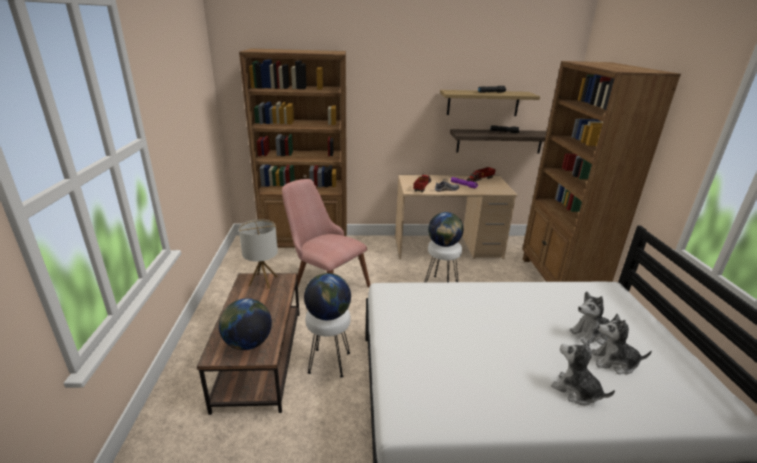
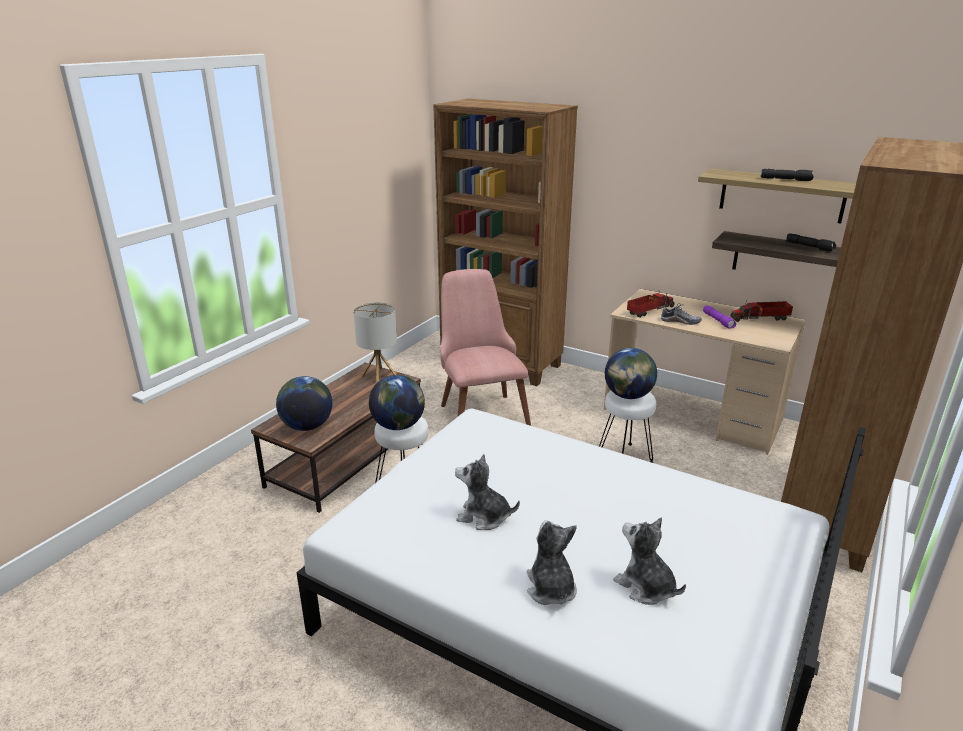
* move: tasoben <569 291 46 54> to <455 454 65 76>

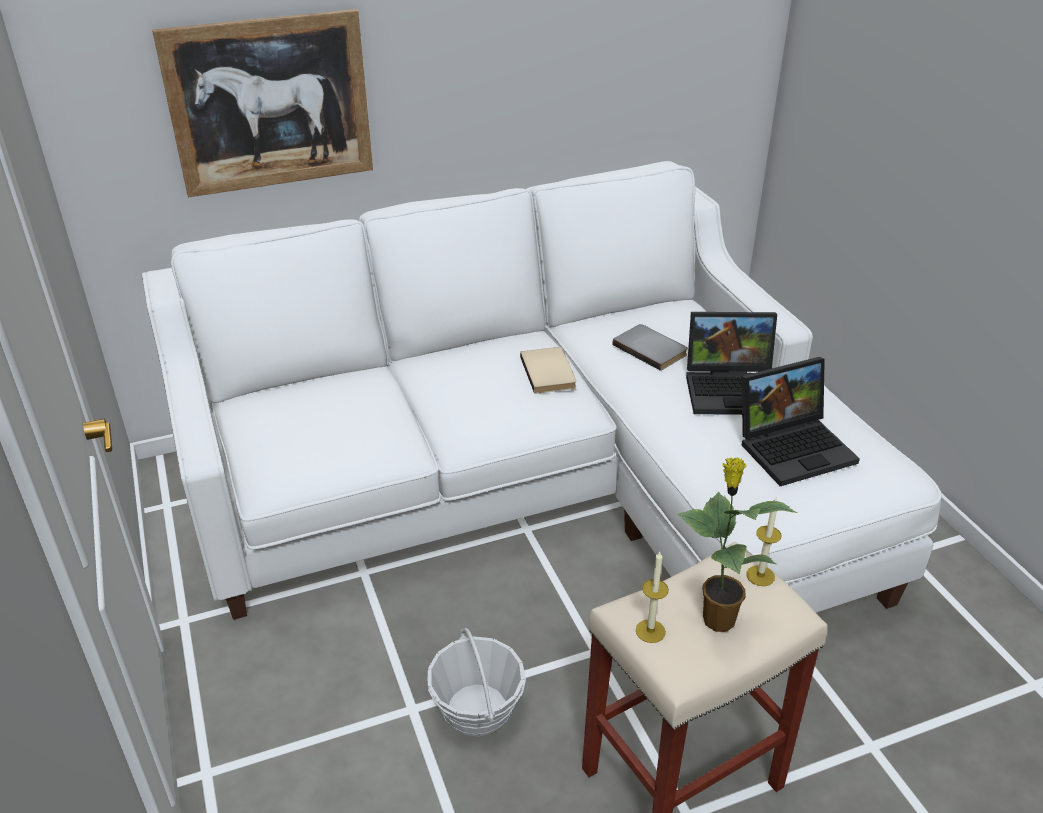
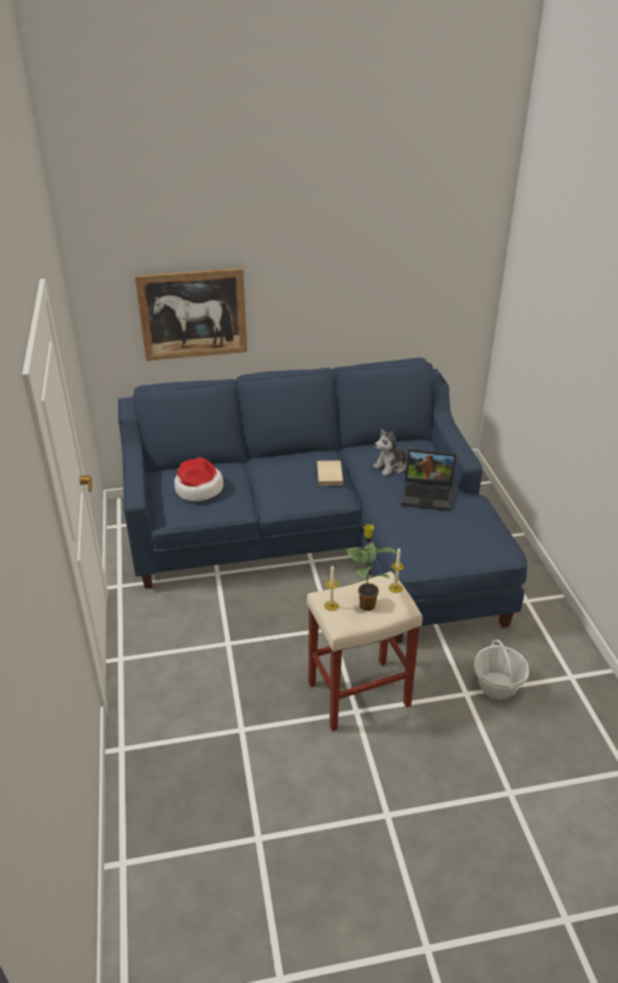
* recolor: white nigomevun <142 161 800 459> to blue nigomevun <118 358 409 285>
* move: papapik <427 628 99 109> to <474 639 55 61>
* replace: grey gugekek <613 324 75 47> to tasoben <373 429 38 47>
* delete: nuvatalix <742 357 118 129>
* insert: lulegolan <174 458 50 44>

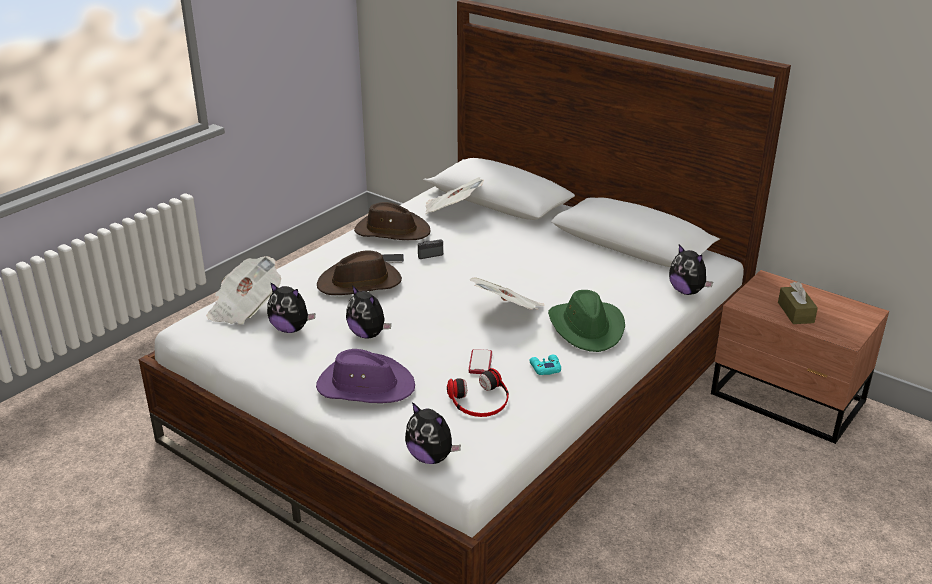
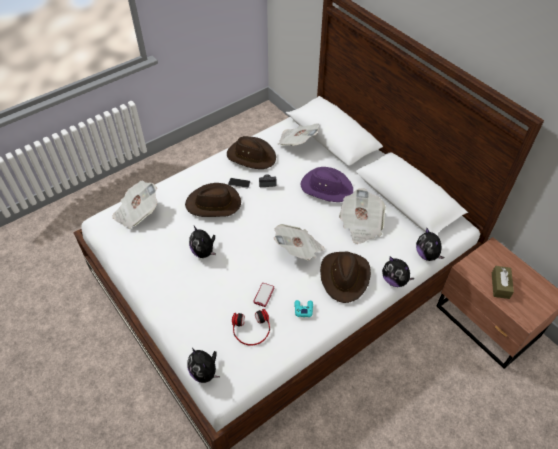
* move: tasoben <267 282 48 51> to <382 256 32 31>
* move: purple lulegolan <316 349 99 54> to <301 167 52 35>
* recolor: green lulegolan <548 290 77 62> to brown lulegolan <320 252 51 51>
* insert: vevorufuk <339 188 47 56>

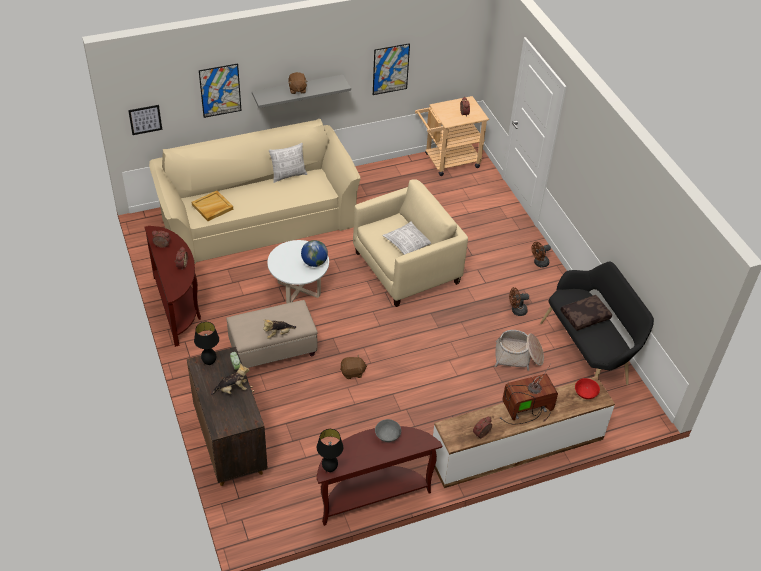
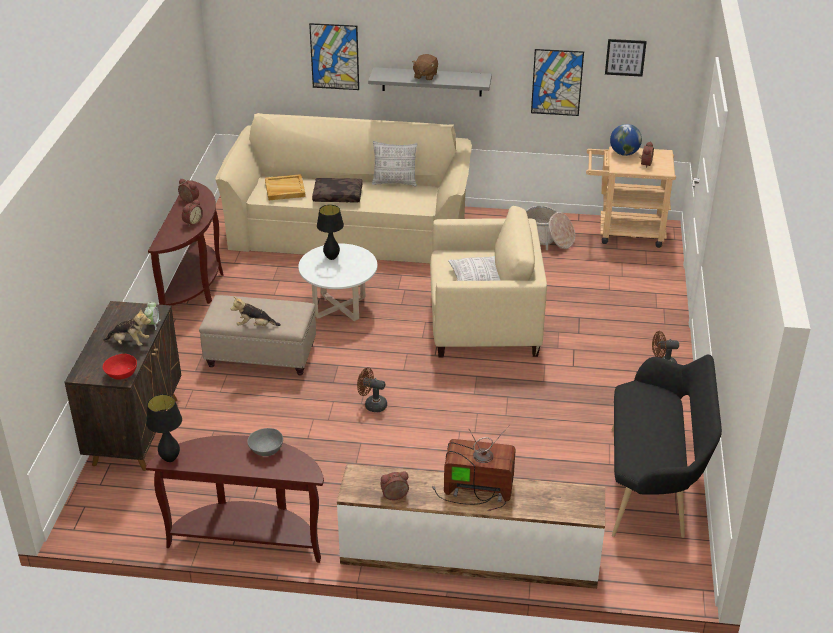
* move: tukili <128 105 34 30> to <605 39 42 38>
* move: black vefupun <194 322 25 43> to <317 205 27 55>
* move: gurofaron <301 240 27 27> to <610 124 32 32>
* delete: brown tasoben <340 354 27 25>
* move: papapik <495 330 49 41> to <526 206 49 44>
* move: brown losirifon <509 287 20 29> to <357 367 30 45>
* move: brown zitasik <561 295 51 36> to <312 178 51 25>
* move: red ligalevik <575 378 25 21> to <103 354 34 26>

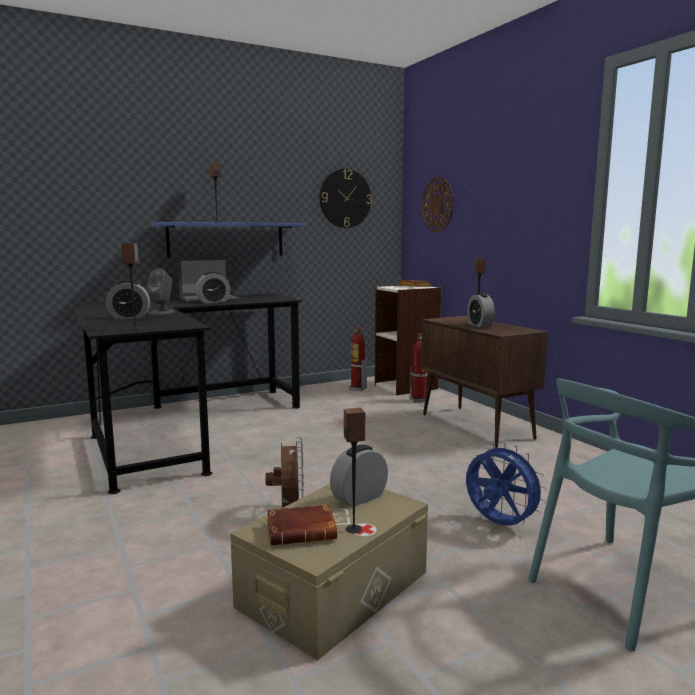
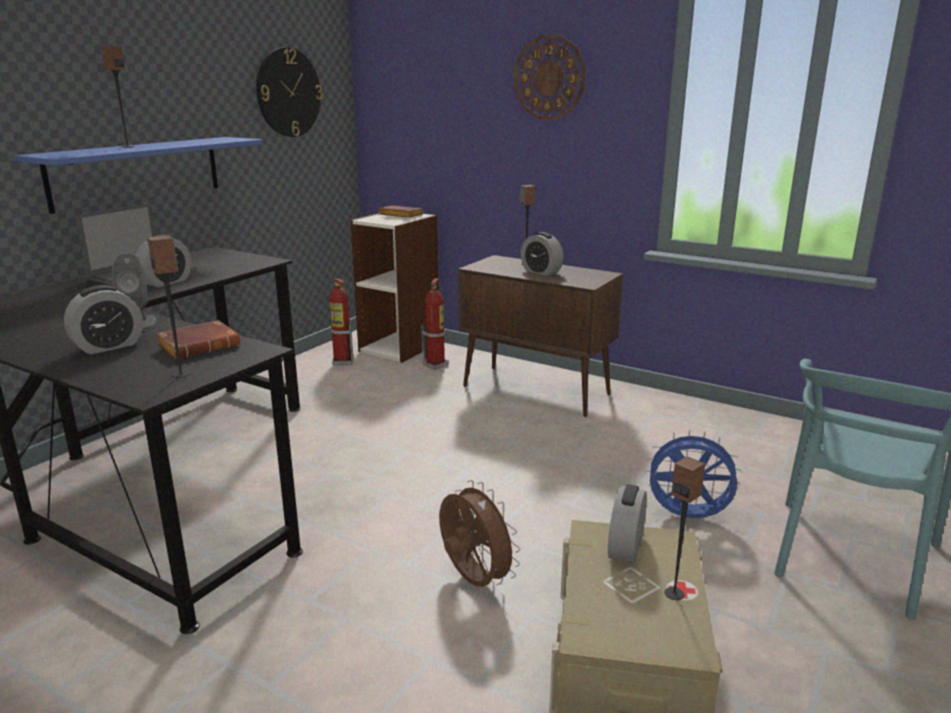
* move: brown gugekek <267 504 70 42> to <156 320 84 40>
* move: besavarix <421 177 33 55> to <514 35 72 85>

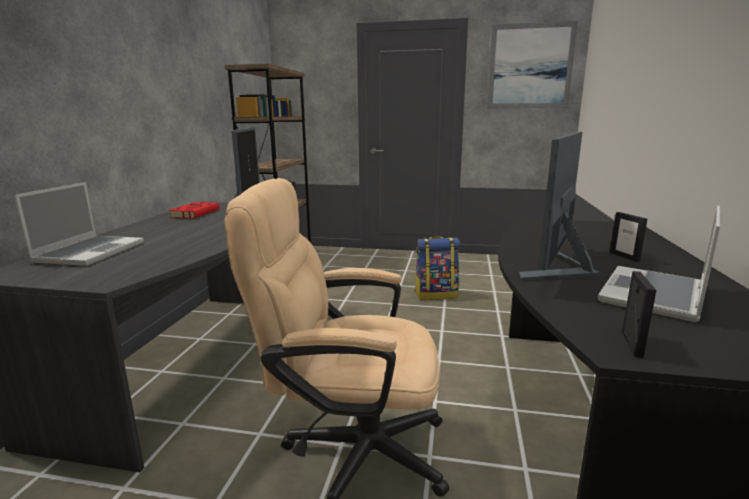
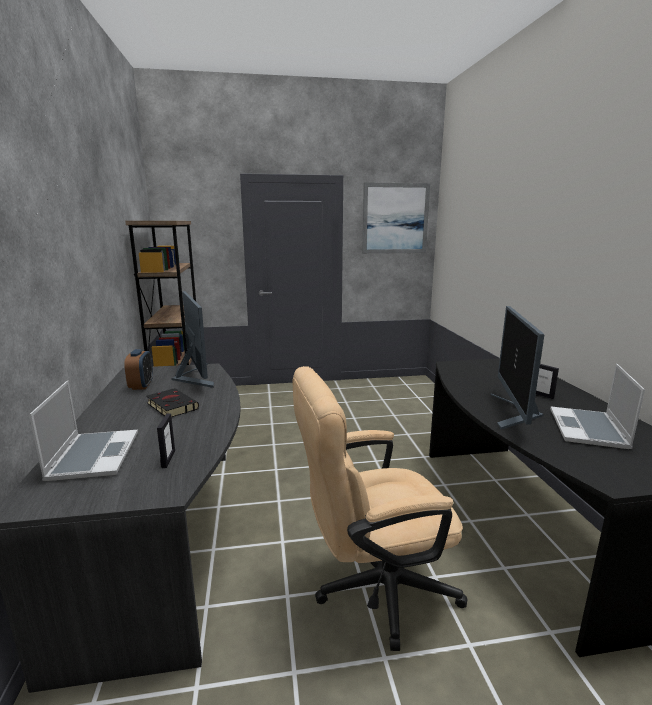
* replace: red gugekek <168 202 52 17> to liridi <124 349 29 41>
* delete: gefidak <414 236 46 64>
* move: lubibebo <622 271 34 87> to <157 413 18 55>
* insert: black gugekek <146 388 53 29>

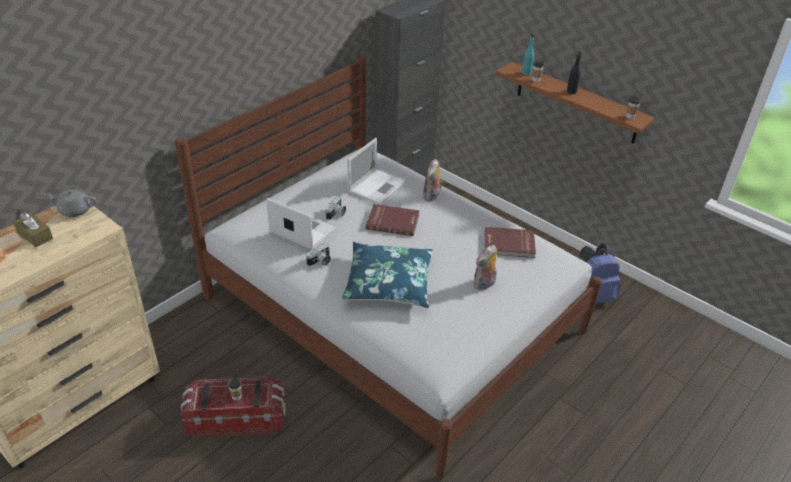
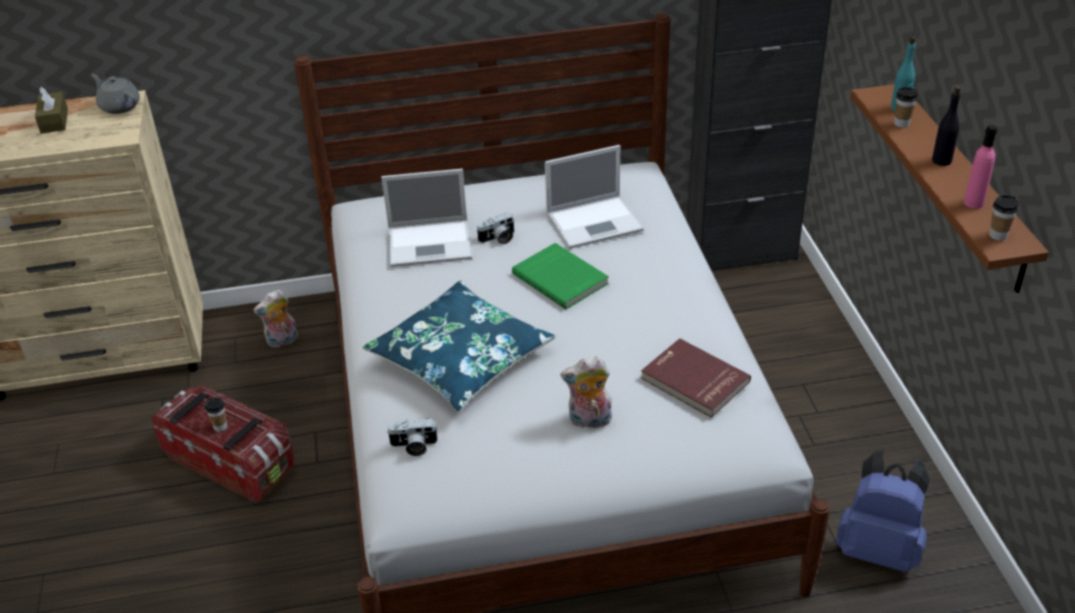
* rotate: nuvatalix <266 198 71 52> = <381 169 91 98> 105 degrees clockwise
* move: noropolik <306 243 25 23> to <386 418 52 38>
* recolor: red gugekek <366 204 54 32> to green gugekek <512 243 97 67>
* move: tasoben <423 159 20 43> to <253 289 45 59>
* insert: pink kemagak <964 125 33 84>

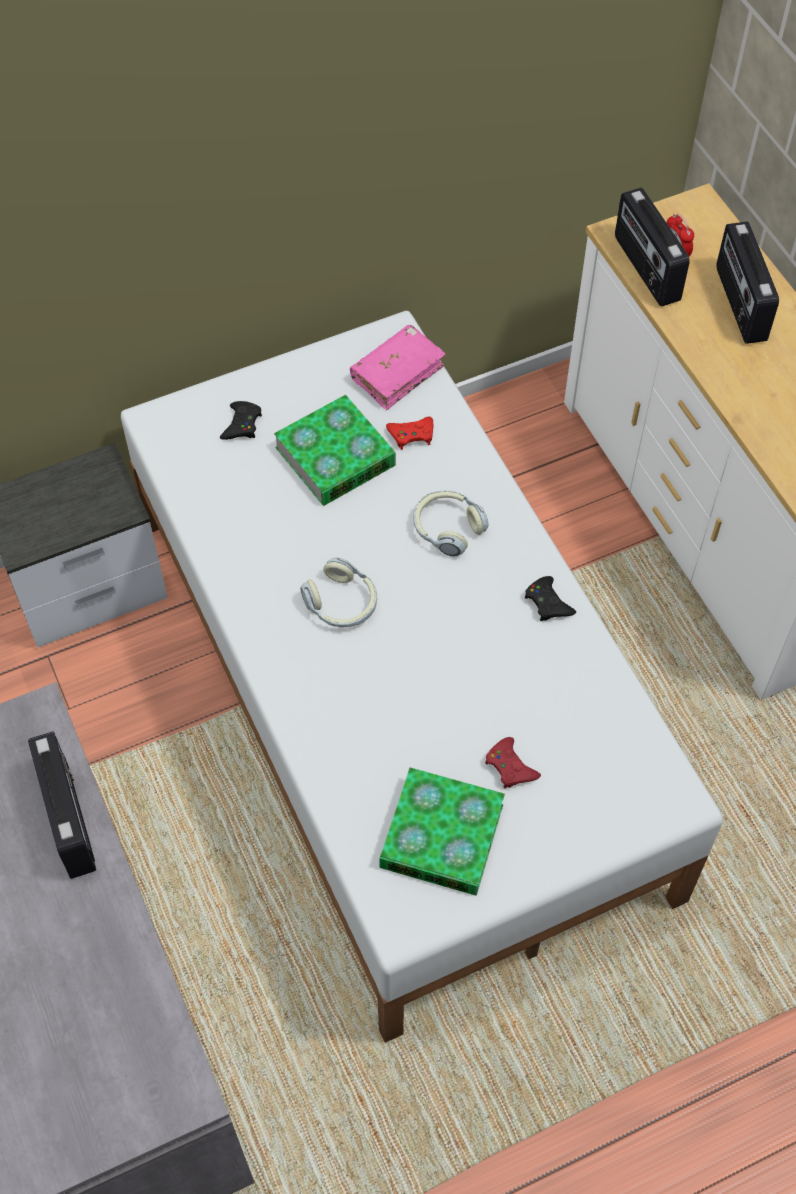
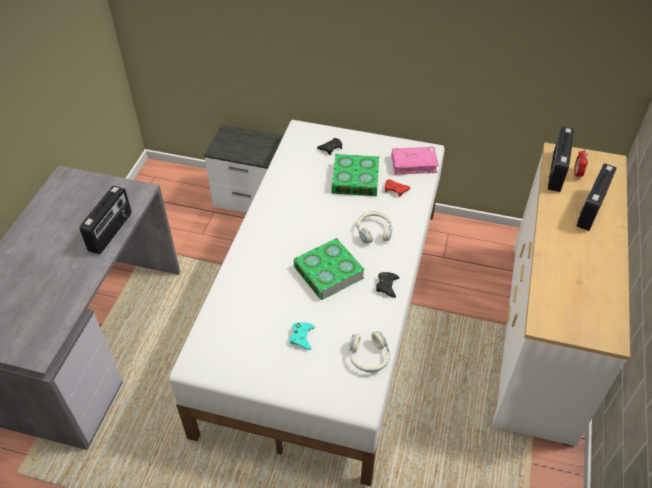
* move: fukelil <300 558 77 69> to <349 331 41 42>
* move: gugekek <379 767 126 129> to <294 238 71 62>
* recolor: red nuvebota <485 737 56 52> to turquoise nuvebota <290 322 25 28>

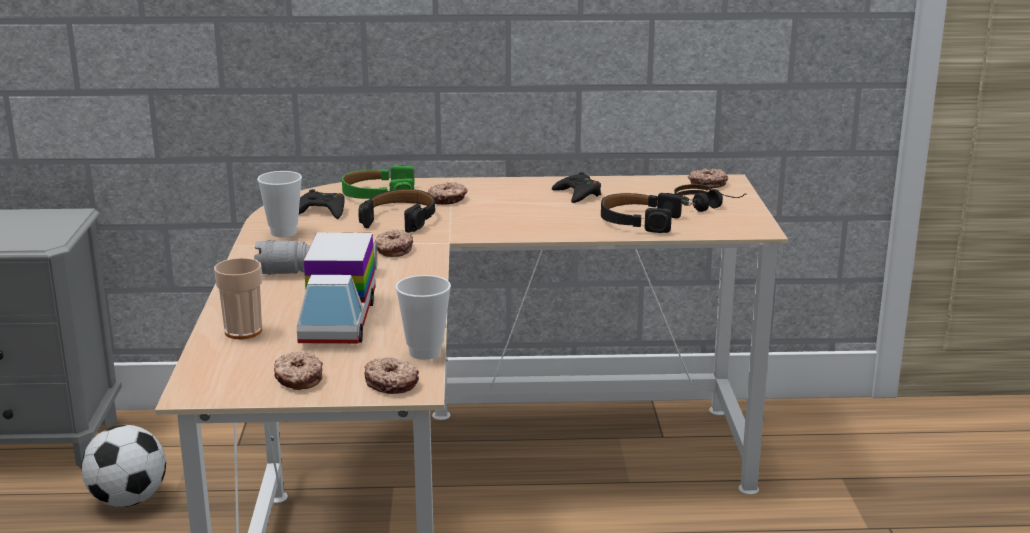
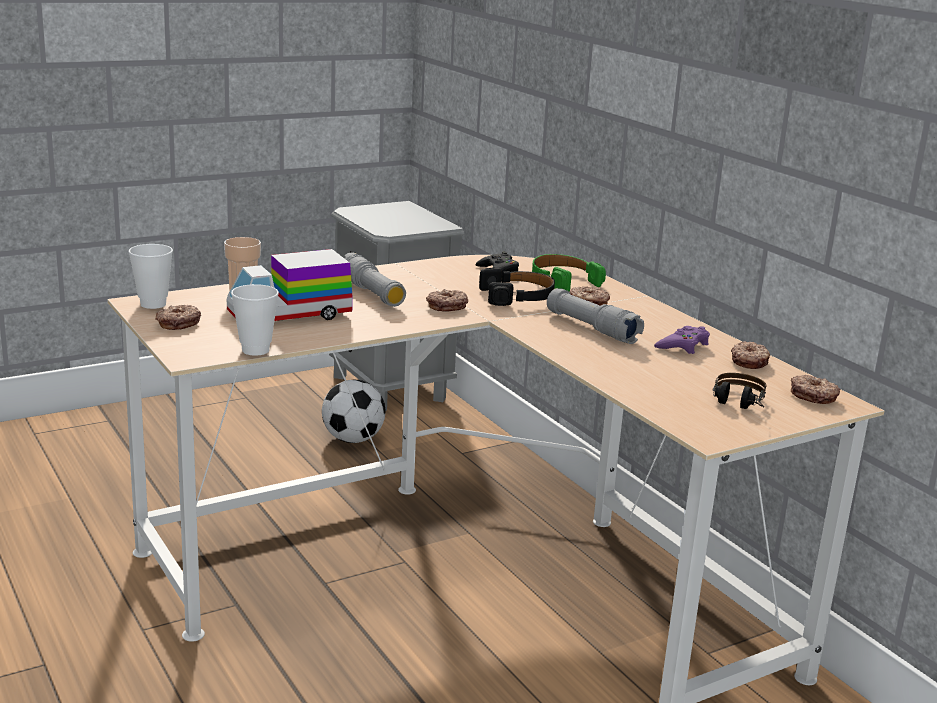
* move: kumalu <257 171 45 66> to <129 244 44 65>
* move: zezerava <364 357 55 37> to <731 341 39 28>
* recolor: black nuvebota <552 172 49 31> to purple nuvebota <654 326 56 28>
* delete: black fukelil <601 193 81 40>
* insert: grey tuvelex <547 288 97 56>

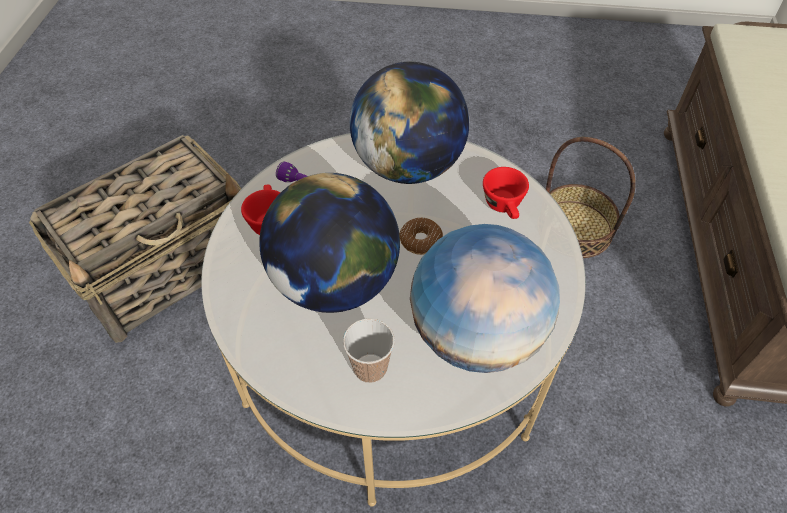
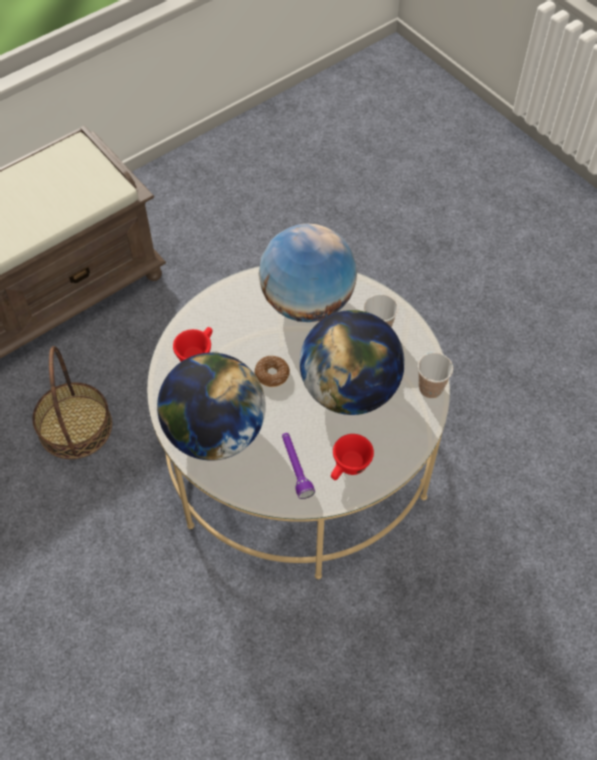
* delete: papapik <29 135 212 208>
* insert: kumalu <418 353 35 46>

